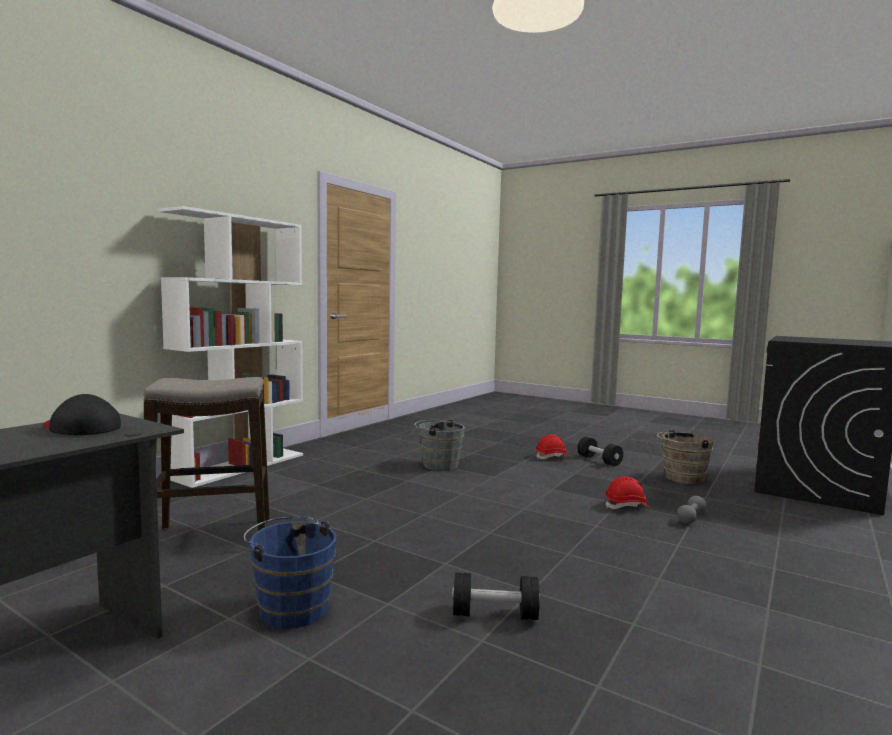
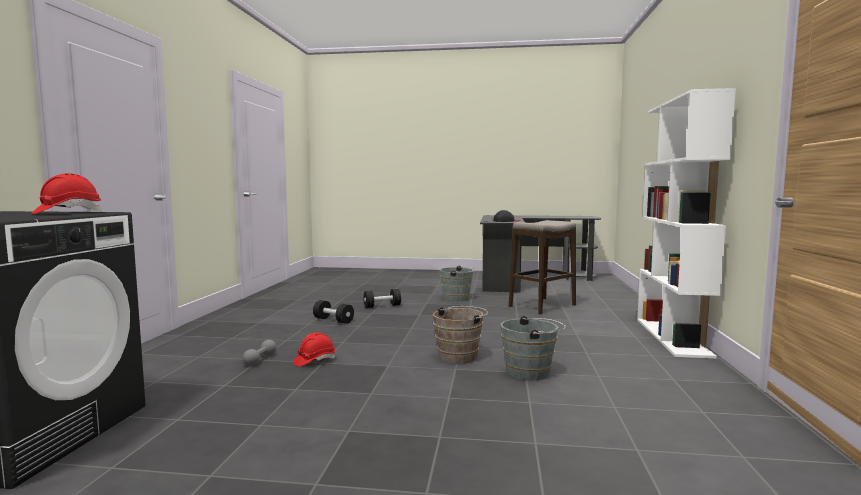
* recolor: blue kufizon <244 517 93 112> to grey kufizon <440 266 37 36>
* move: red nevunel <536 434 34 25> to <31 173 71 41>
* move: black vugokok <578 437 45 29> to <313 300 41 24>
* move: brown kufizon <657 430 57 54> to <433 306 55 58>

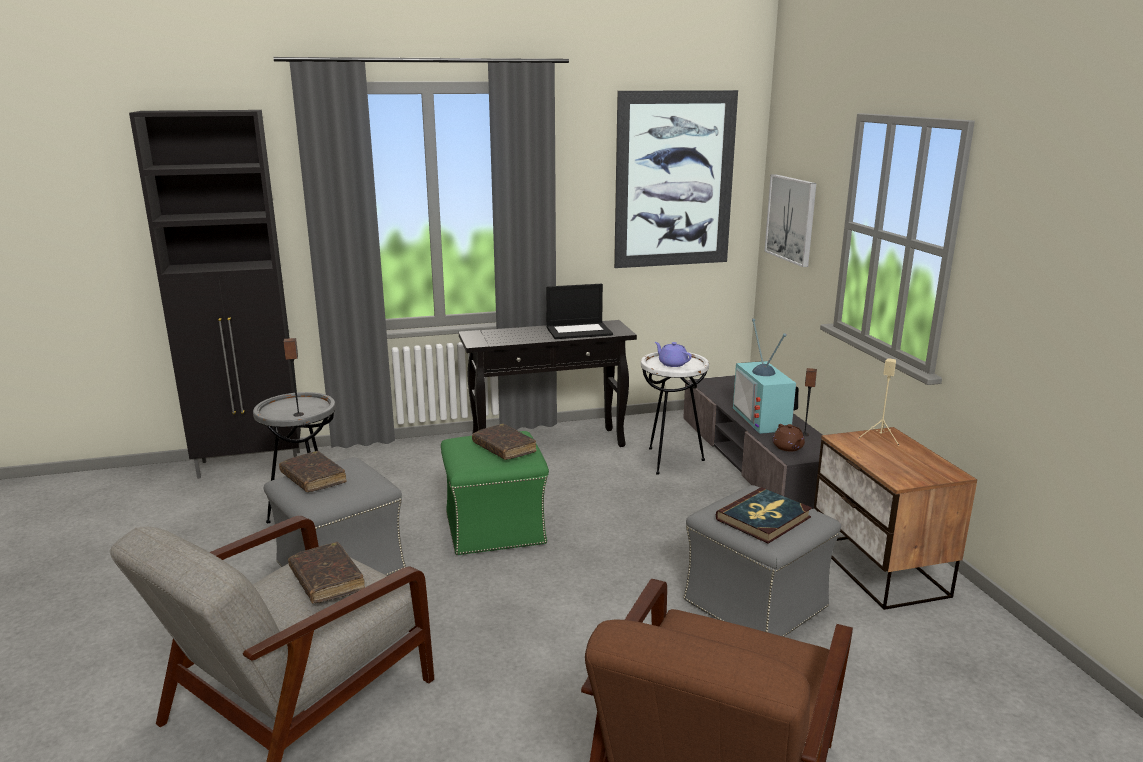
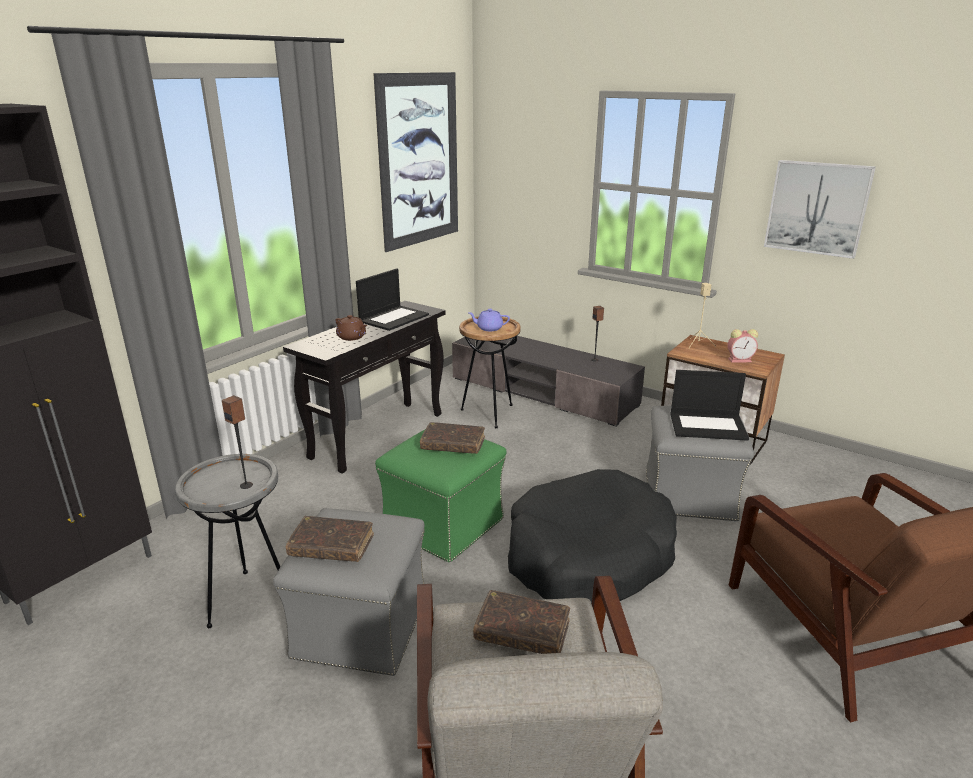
* recolor: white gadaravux <641 352 68 122> to brown gadaravux <459 317 62 111>
* replace: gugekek <716 487 96 57> to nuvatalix <670 370 79 71>
* delete: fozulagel <733 319 65 115>
* move: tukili <764 174 52 93> to <764 160 112 99>
* move: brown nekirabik <773 424 32 27> to <335 315 33 26>
* insert: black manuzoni <508 469 169 135>
* insert: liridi <727 329 31 34>

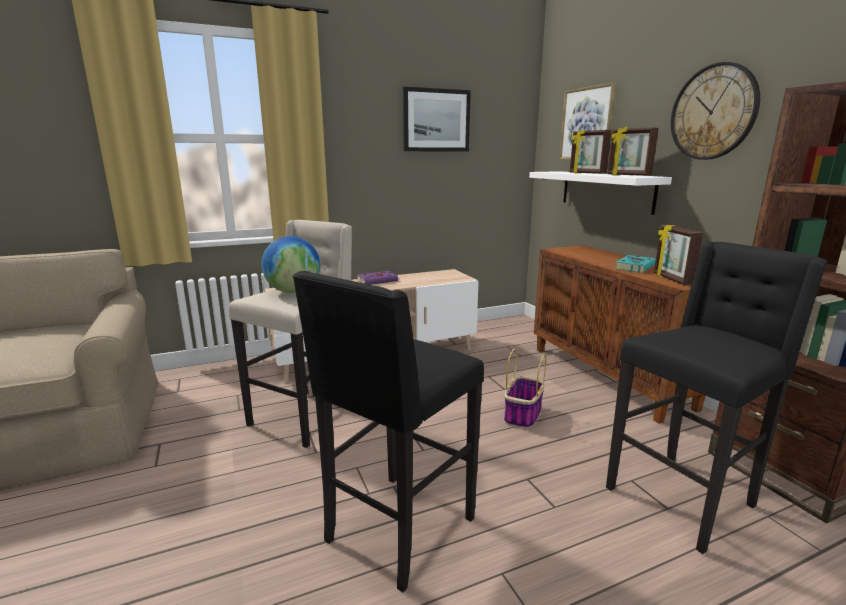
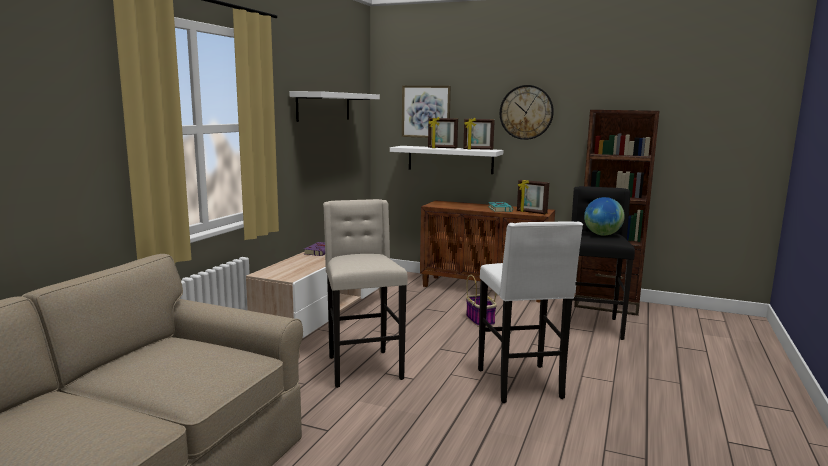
* move: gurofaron <261 236 59 57> to <584 197 41 39>
* recolor: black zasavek <293 271 191 322> to white zasavek <478 221 105 182>
* replace: tukili <403 87 68 64> to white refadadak <289 91 91 31>

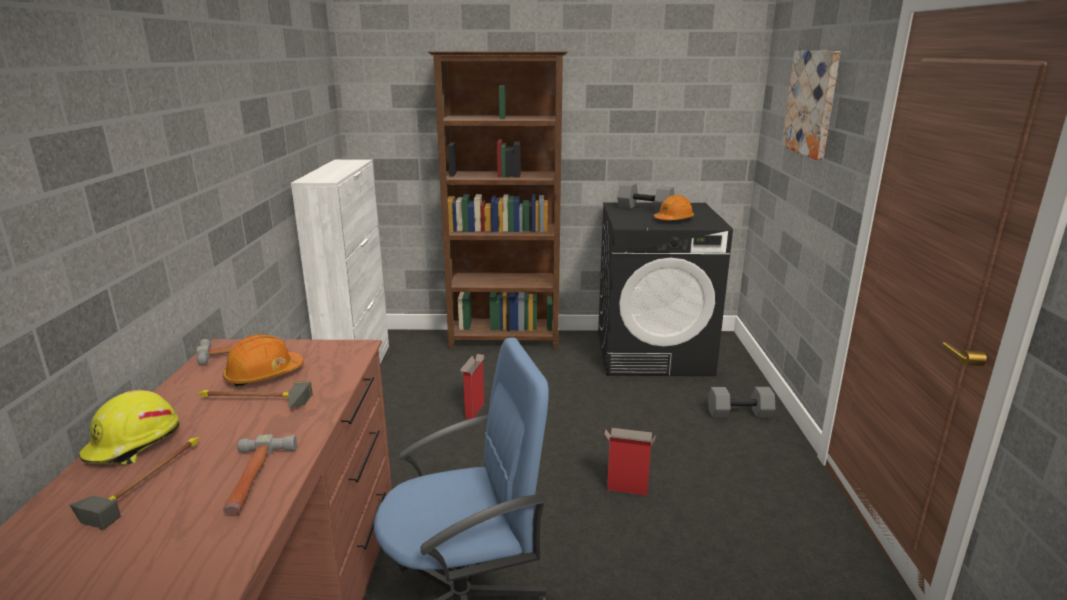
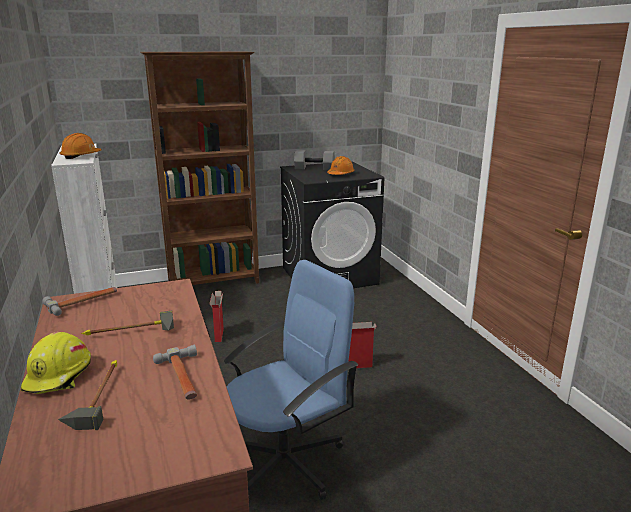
* move: orange nevunel <222 334 82 53> to <60 133 42 26>
* delete: grey vugokok <708 387 67 31>
* delete: tukili <782 51 59 109>

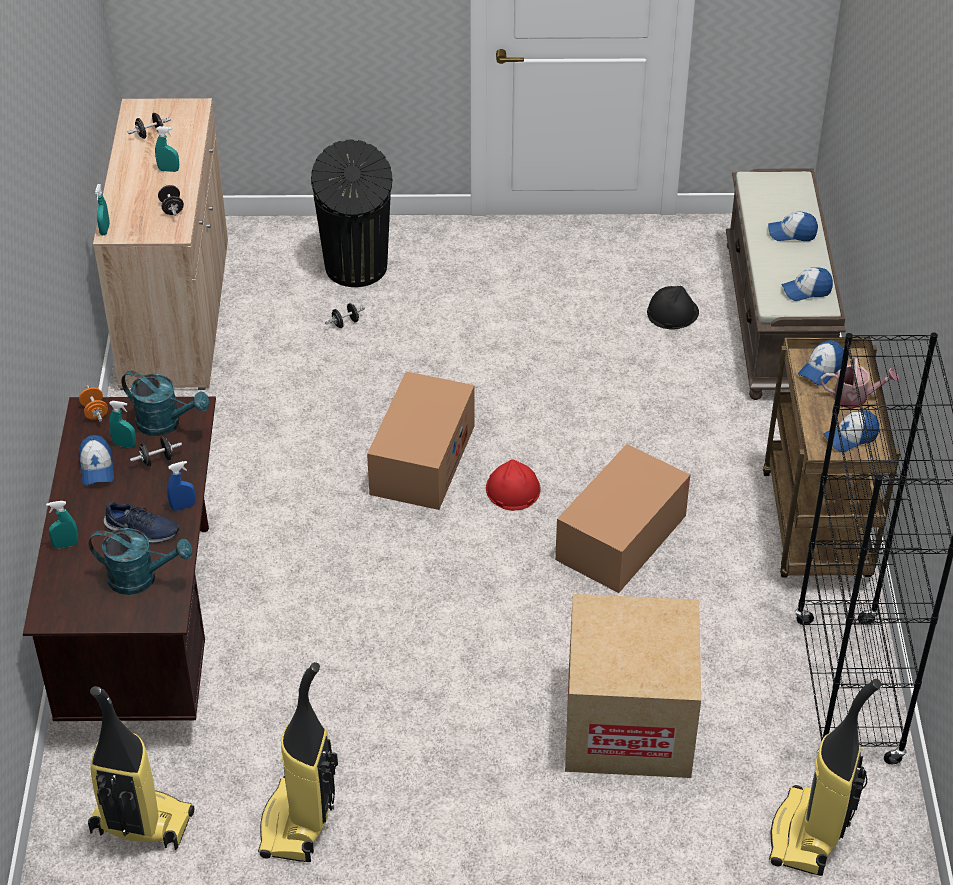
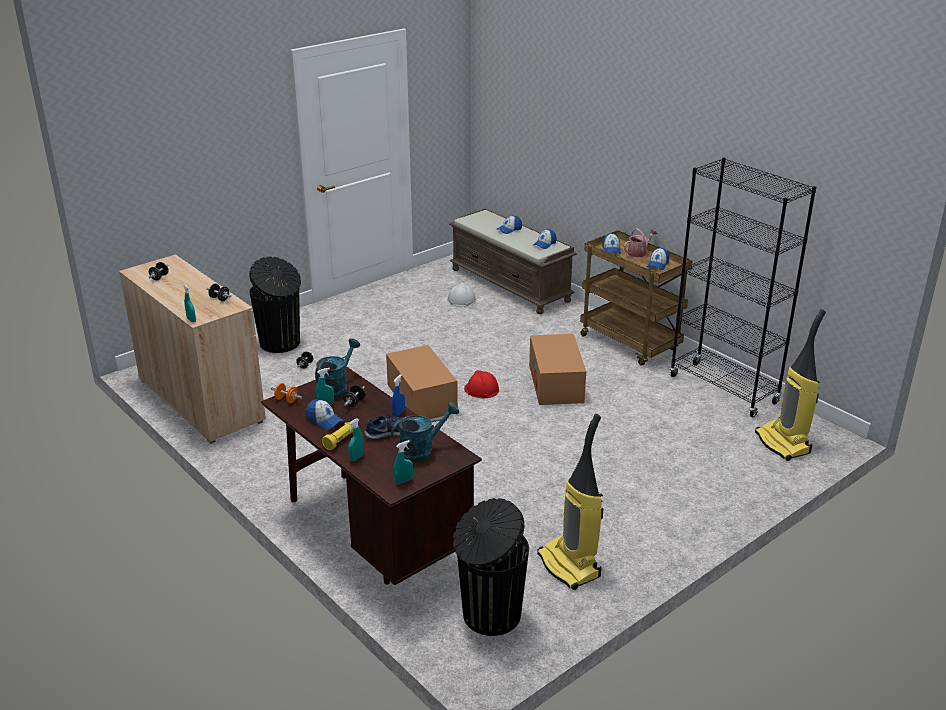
* replace: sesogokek <88 686 106 164> to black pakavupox <453 498 76 138>
* rotate: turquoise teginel <121 371 89 65> = <315 338 45 61> 45 degrees counterclockwise
* move: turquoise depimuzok <155 126 24 46> to <394 440 19 44>
* delete: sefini <565 594 136 184>
* recolor: black nevunel <647 286 52 43> to white nevunel <447 283 29 24>
* insert: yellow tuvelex <322 422 32 28>

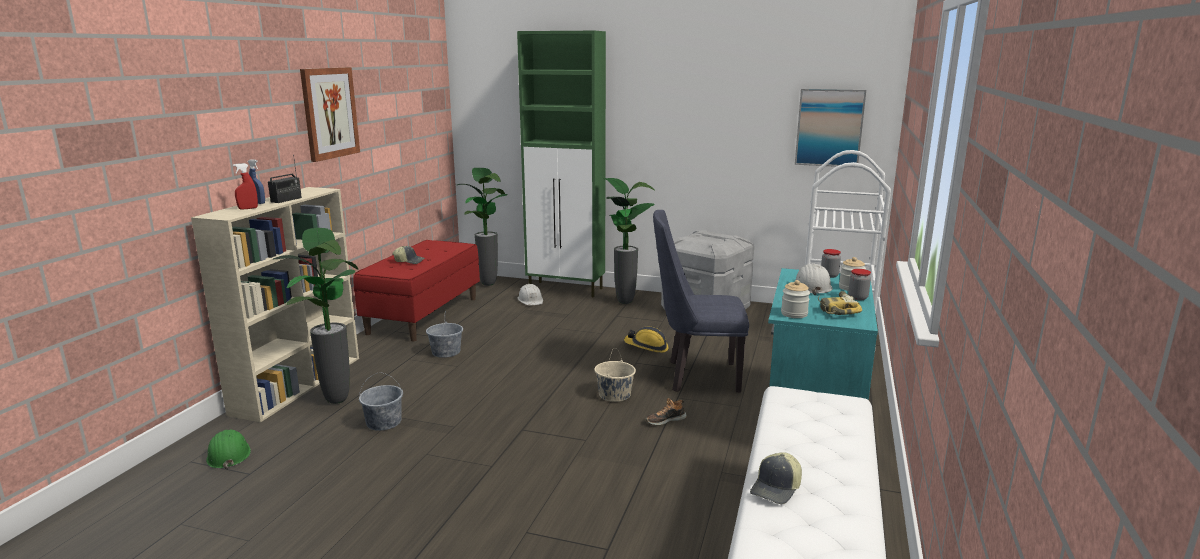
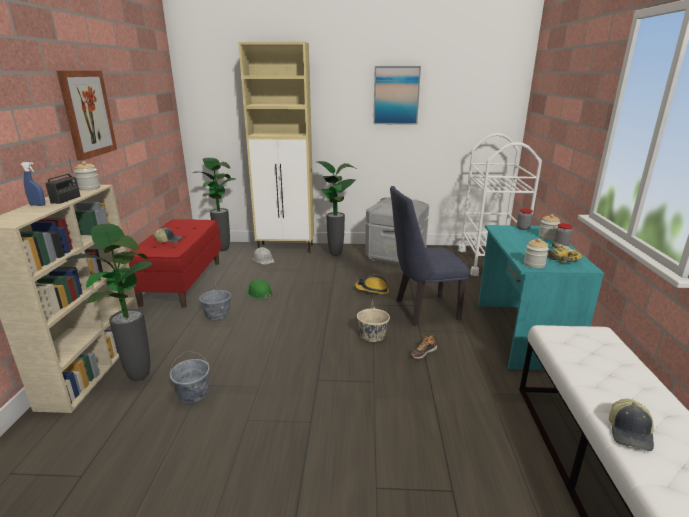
* move: green nevunel <206 429 45 41> to <246 279 27 20>
* delete: red depimuzok <233 163 25 46>
* recolor: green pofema <517 31 89 267> to beige pofema <238 42 76 211>
* delete: white nevunel <794 263 39 32>
* move: tukili <795 89 71 78> to <373 66 48 59>
* insert: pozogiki <74 161 26 30>

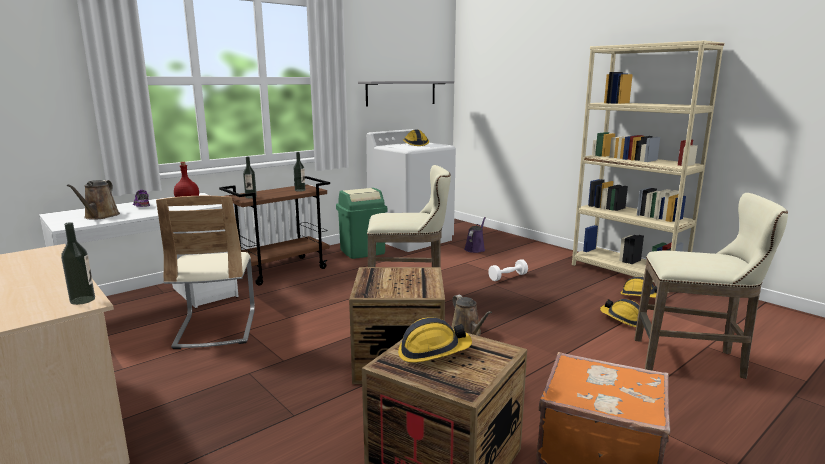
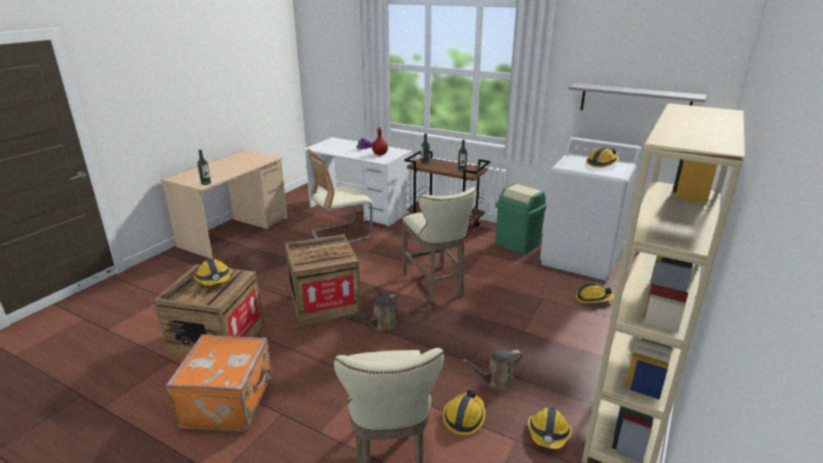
* move: brown teginel <67 180 53 40> to <462 350 61 41>
* replace: purple teginel <464 217 22 36> to nevunel <576 282 38 21>
* delete: white vugokok <488 259 40 22>

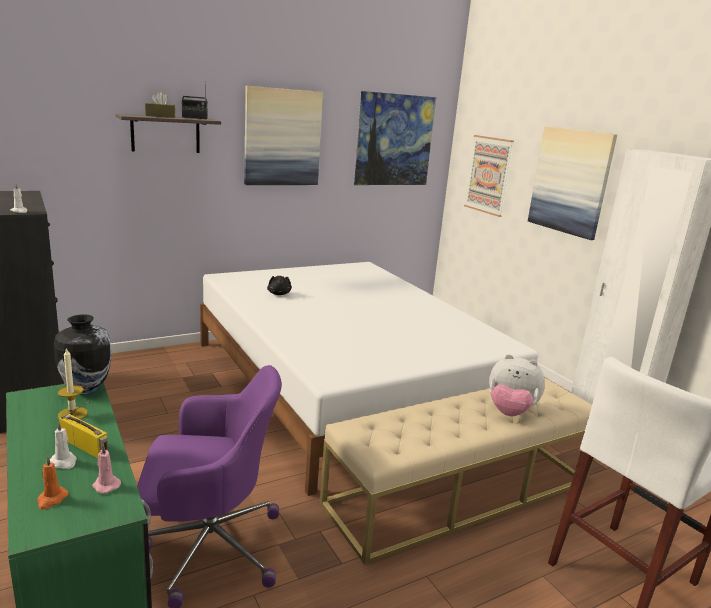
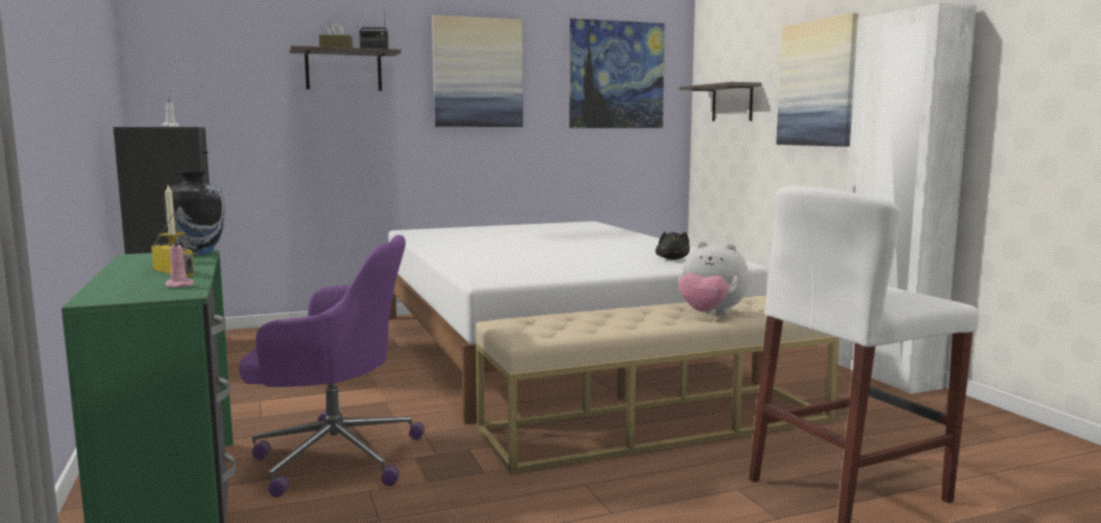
* delete: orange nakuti <37 455 31 55>
* delete: white nakuti <50 422 27 47>
* move: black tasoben <267 276 25 19> to <655 231 35 29>
* replace: tukili <464 135 50 82> to refadadak <679 82 83 39>

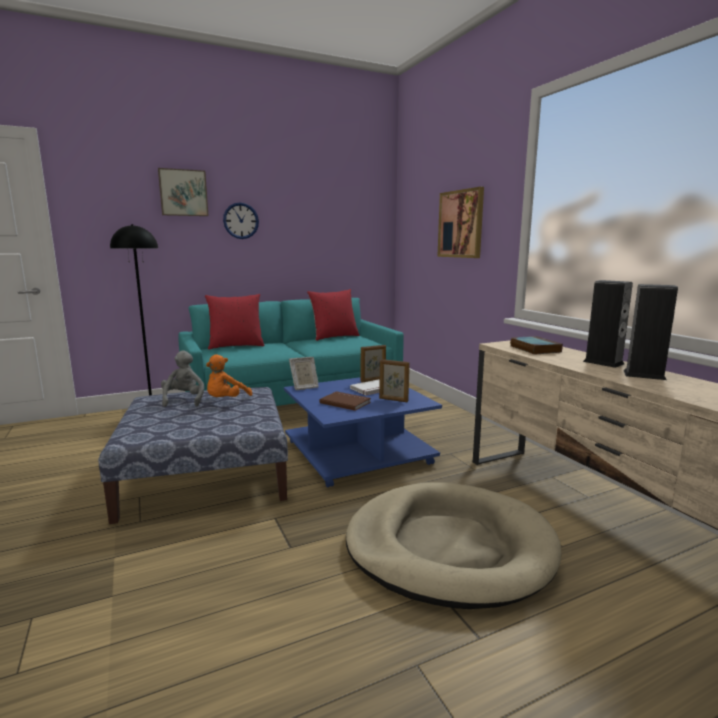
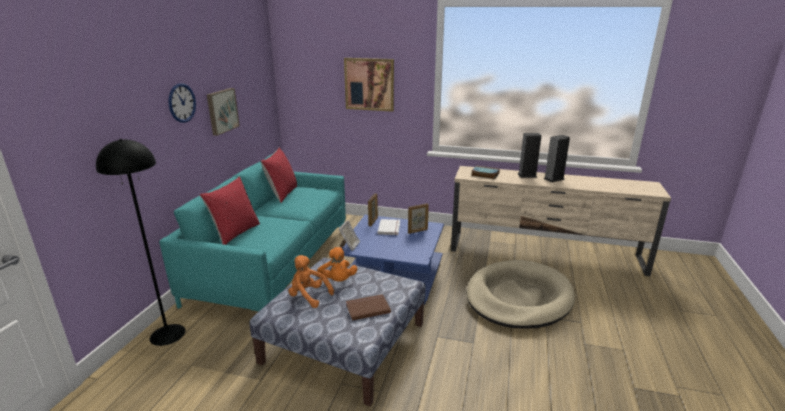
* move: tukili <158 168 51 48> to <207 88 33 48>
* recolor: grey tasoben <161 351 43 56> to orange tasoben <288 255 46 53>
* move: brown gugekek <319 391 52 20> to <346 294 45 26>

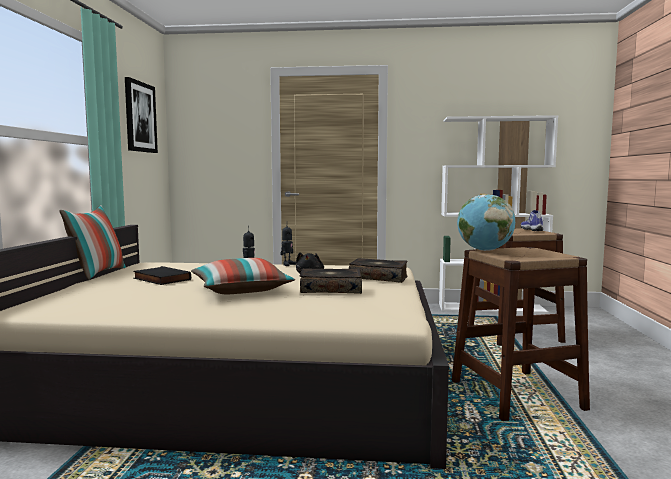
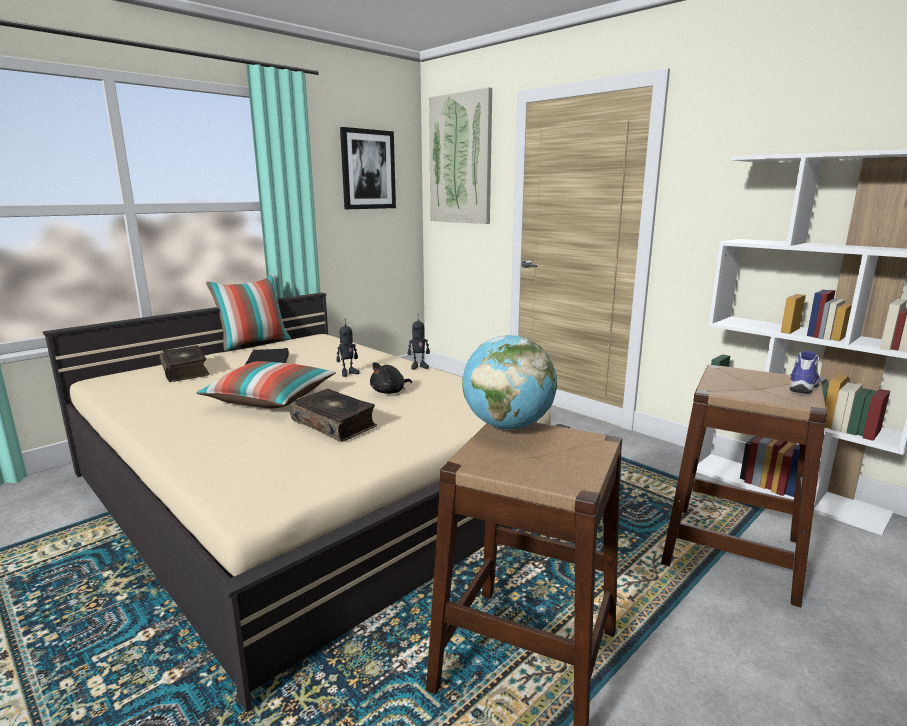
* move: gugekek <349 258 58 25> to <159 345 51 37>
* insert: tukili <429 87 63 137>

